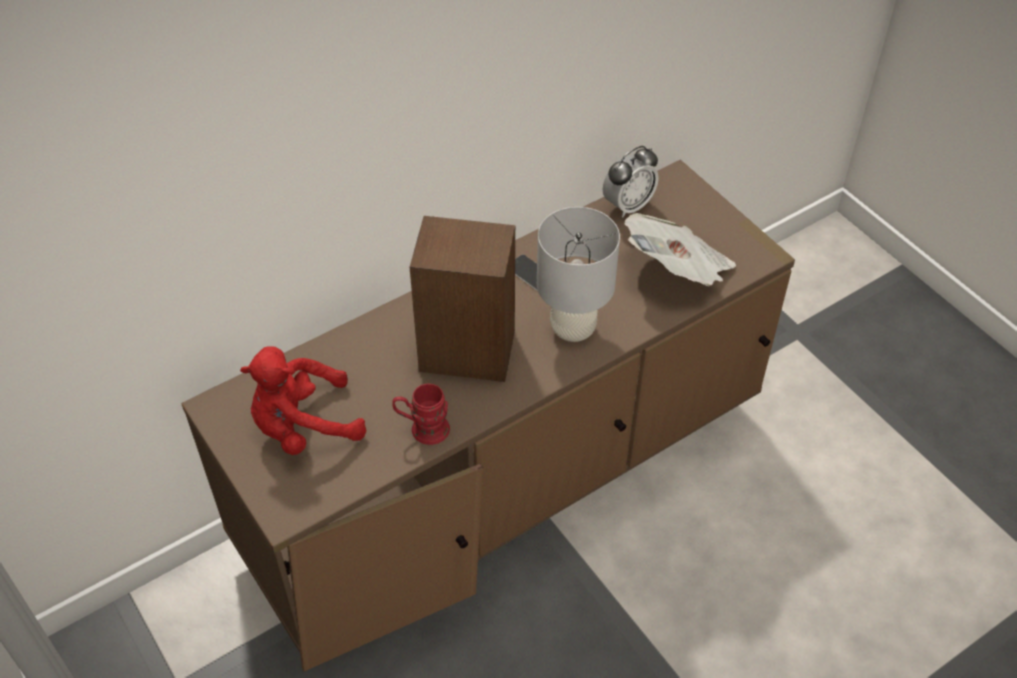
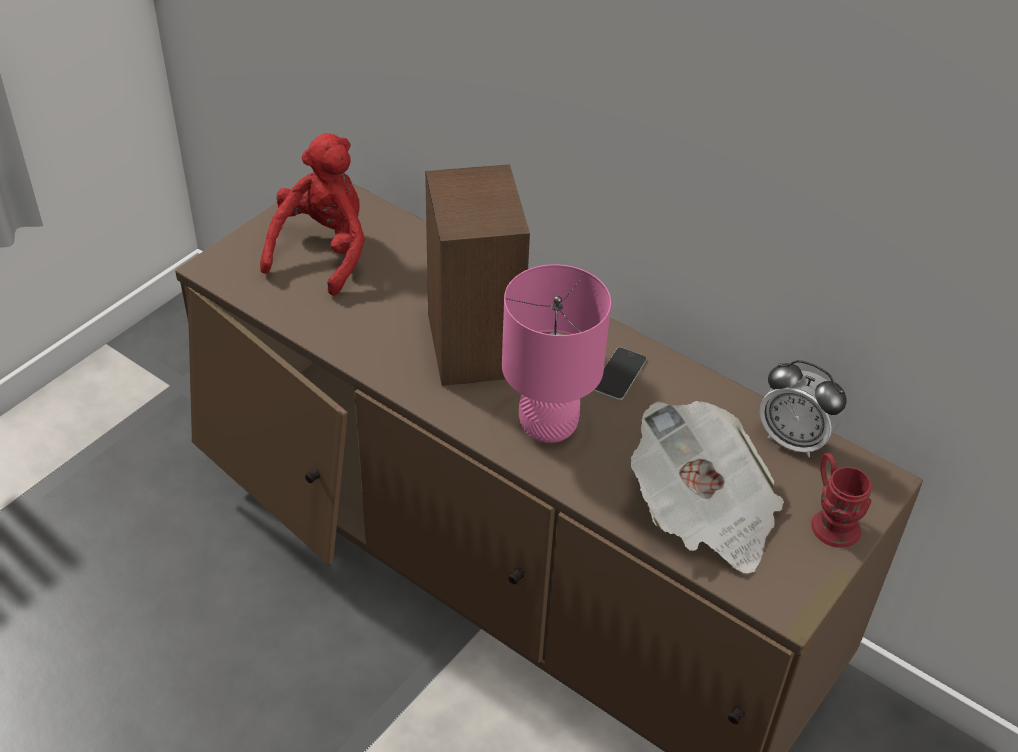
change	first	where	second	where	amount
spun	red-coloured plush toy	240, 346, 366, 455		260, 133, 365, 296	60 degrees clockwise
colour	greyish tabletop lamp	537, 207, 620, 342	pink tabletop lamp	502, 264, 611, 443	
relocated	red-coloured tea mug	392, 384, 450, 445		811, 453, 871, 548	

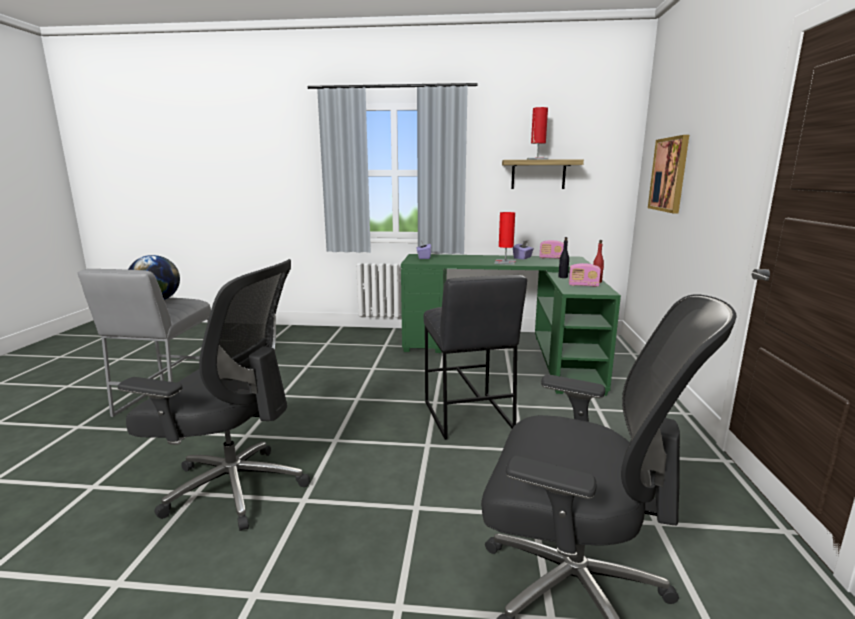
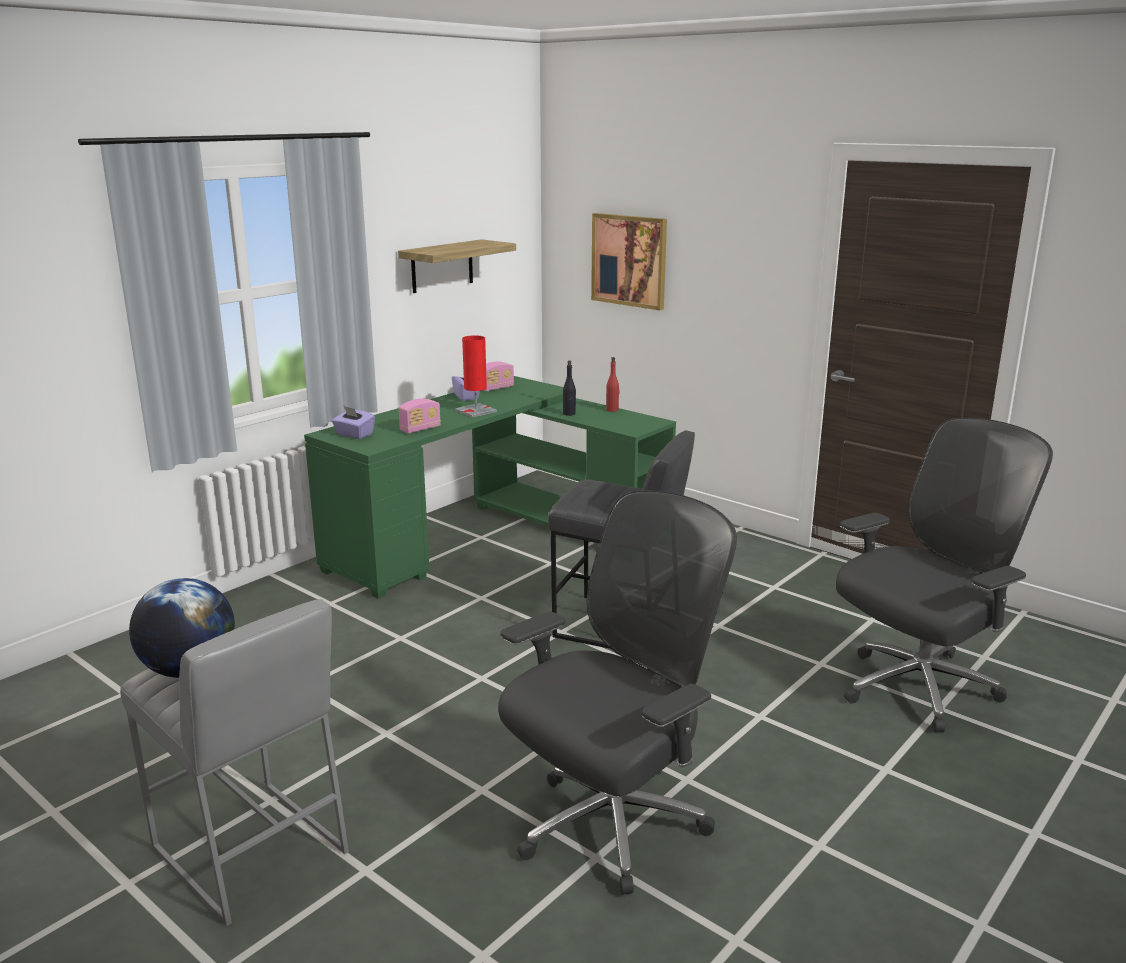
change	first	where	second	where	amount
relocated	radio receiver	569, 263, 601, 287		399, 398, 441, 433	
missing	red-coloured tabletop lamp	527, 107, 549, 160			

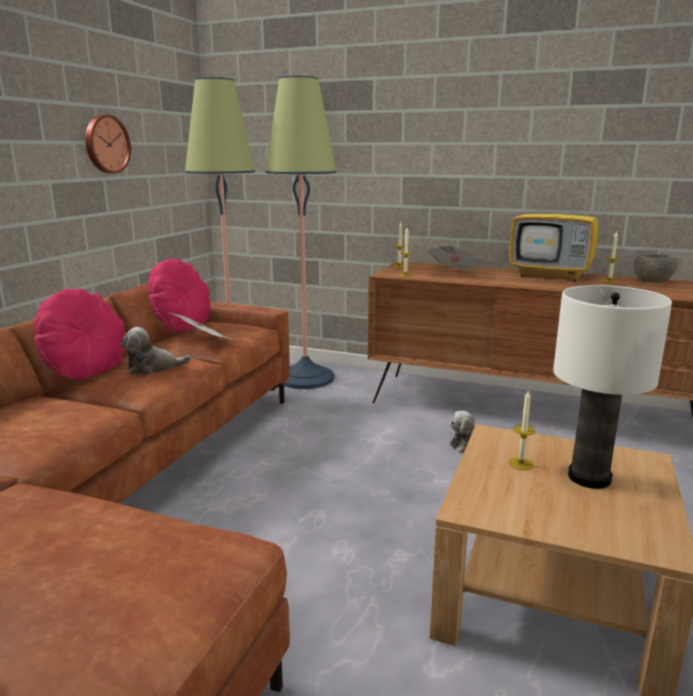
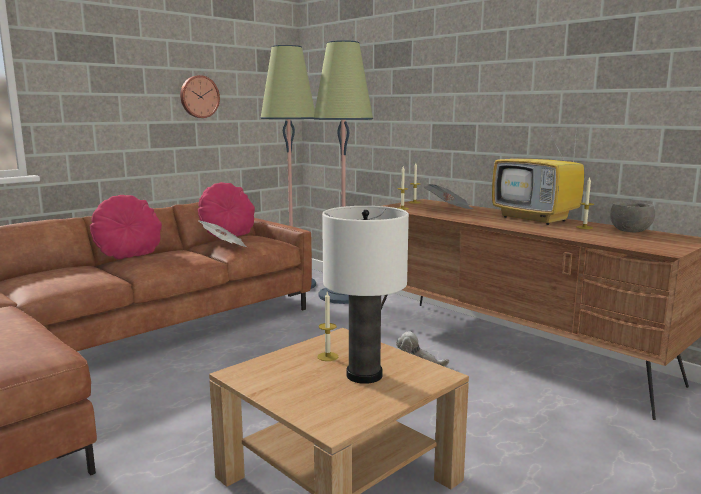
change	first	where	second	where	amount
missing	plush toy	121, 327, 191, 374			

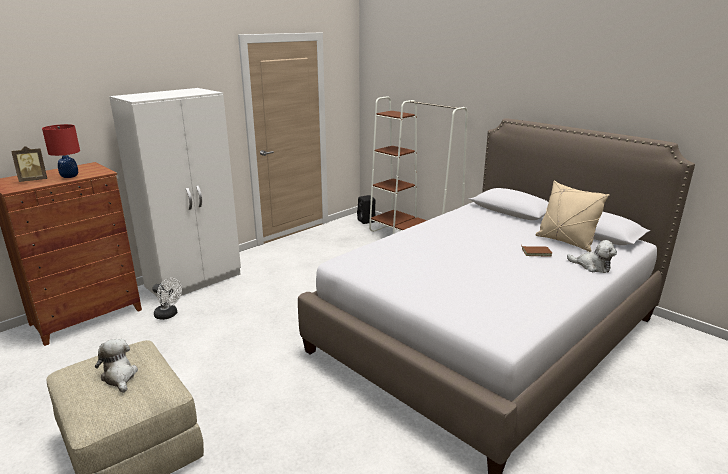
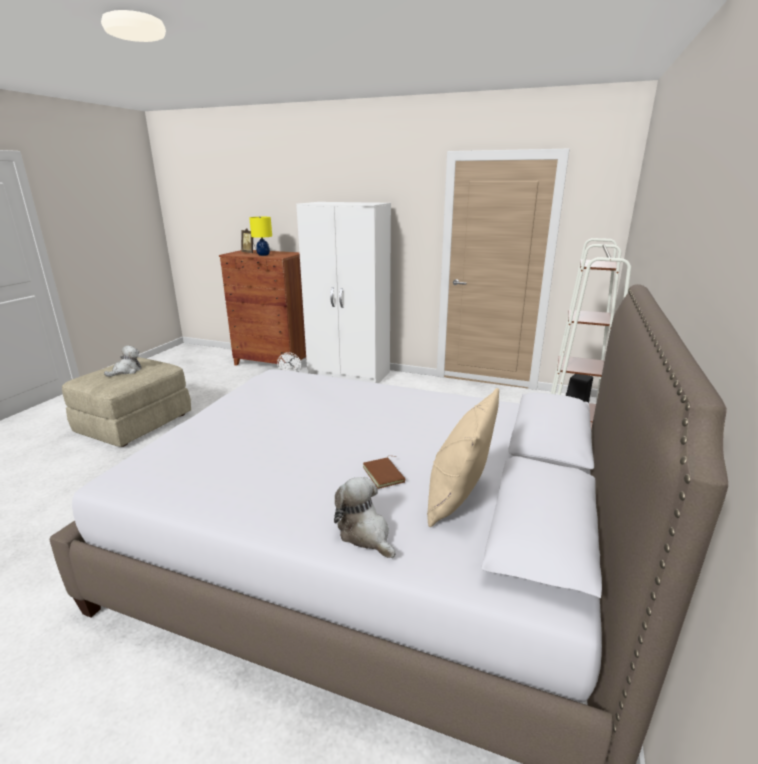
change	first	where	second	where	amount
colour	red-coloured tabletop lamp	42, 124, 80, 178	yellow-coloured tabletop lamp	249, 217, 272, 256	
spun	plush toy	567, 240, 617, 273		334, 477, 396, 559	135 degrees clockwise

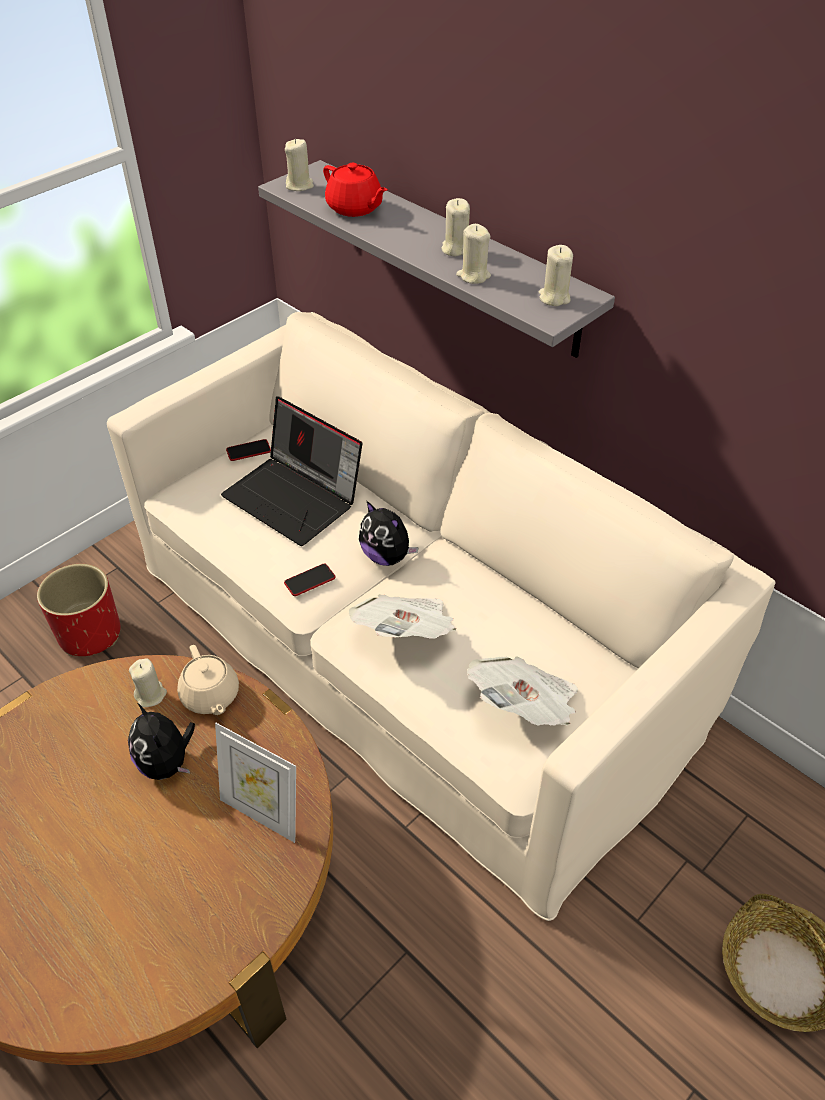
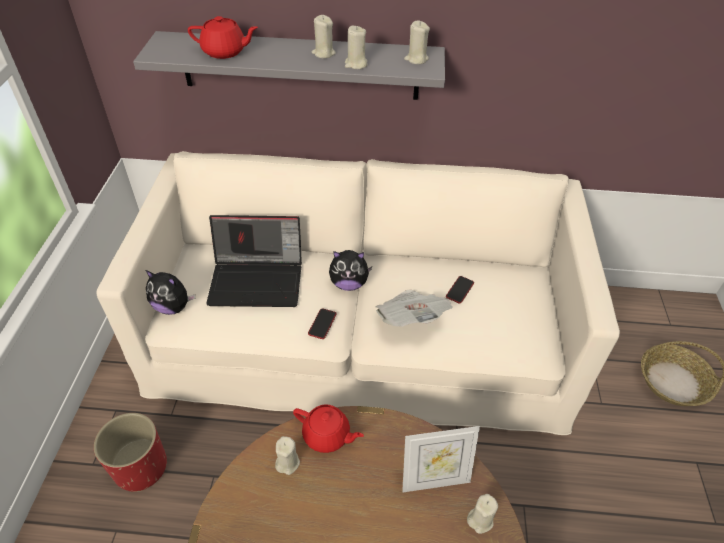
change	first	where	second	where	amount
relocated	plush toy	128, 703, 195, 780		146, 270, 195, 315	
colour	sand-coloured pot for tea	177, 645, 239, 715	red-coloured pot for tea	293, 405, 364, 453	
relocated	phone	226, 439, 271, 461		446, 276, 474, 304	
relocated	sand-coloured wax candle	285, 139, 314, 191		467, 494, 498, 534	
missing	daily paper	467, 657, 578, 726			

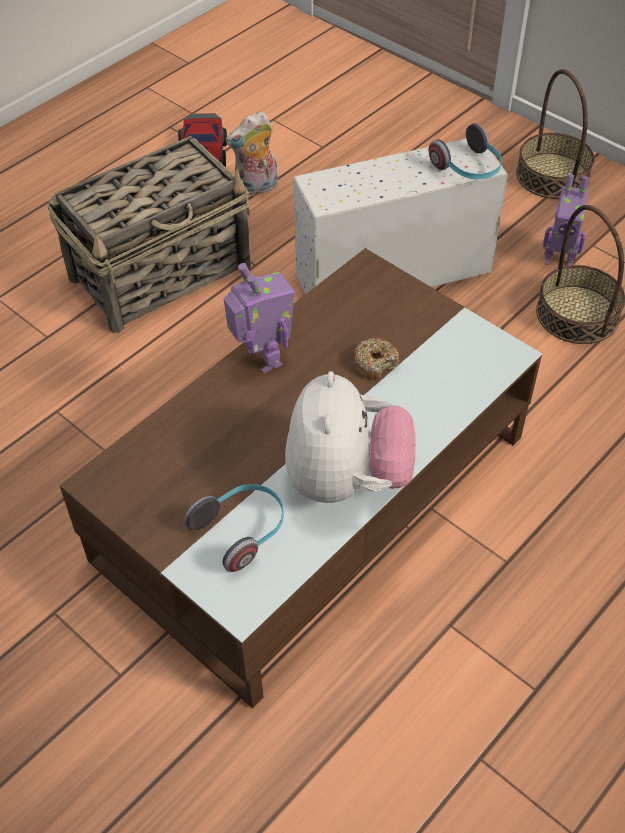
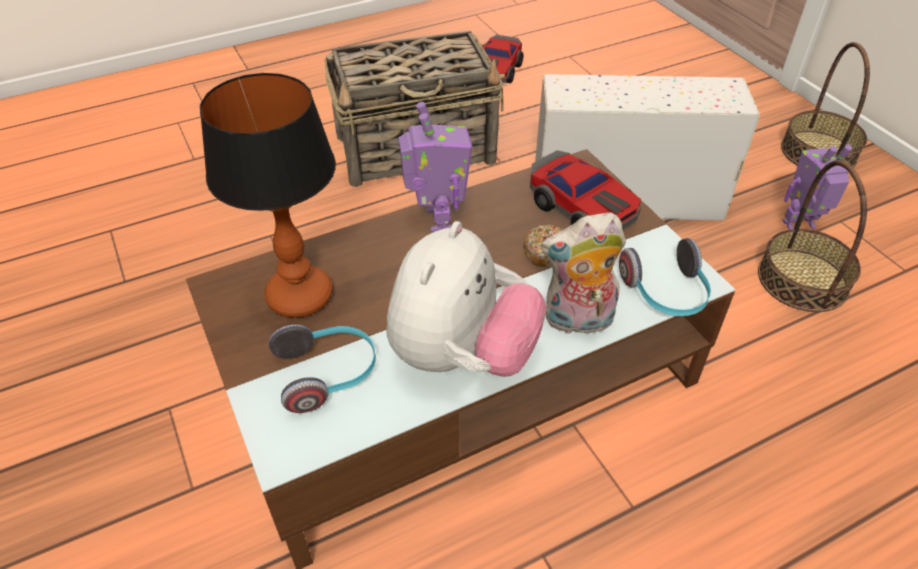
change	first	where	second	where	amount
appeared			tabletop lamp	200, 73, 336, 318	
appeared			toy car	530, 150, 641, 229	
relocated	plush toy	226, 111, 278, 196		541, 212, 626, 338	
relocated	headphones	429, 123, 502, 179		619, 238, 711, 316	
spun	model robot	543, 174, 589, 266		783, 144, 852, 230	135 degrees clockwise

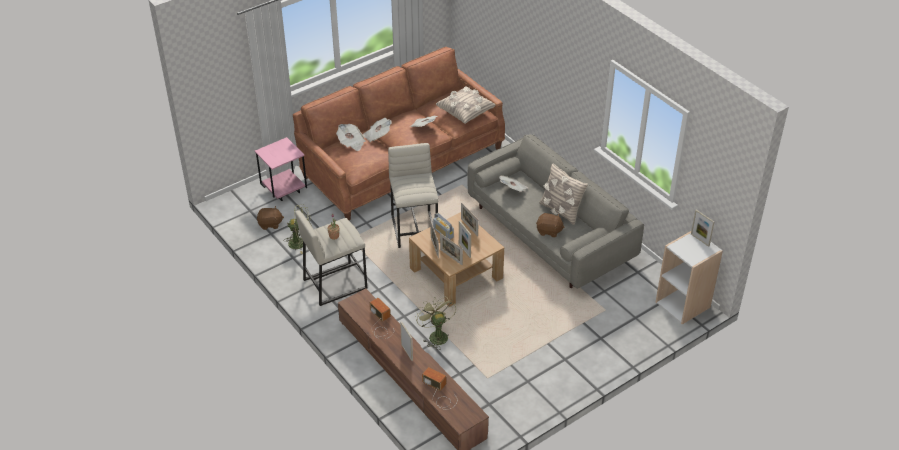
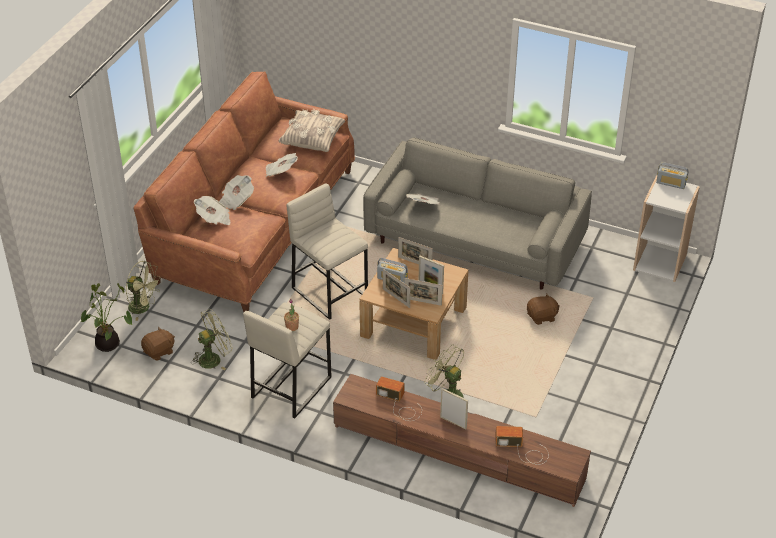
change	first	where	second	where	amount
appeared			plant in a pot	81, 283, 132, 352	
exchanged	pink accent table	255, 137, 307, 201	green-coloured cooling fan	126, 261, 161, 321	
relocated	brownish plush toy	536, 213, 565, 238		527, 294, 560, 325	
exchanged	standing frame	691, 209, 714, 247	radio receiver	656, 162, 689, 189	
missing	sand-coloured cushion	539, 164, 588, 225			

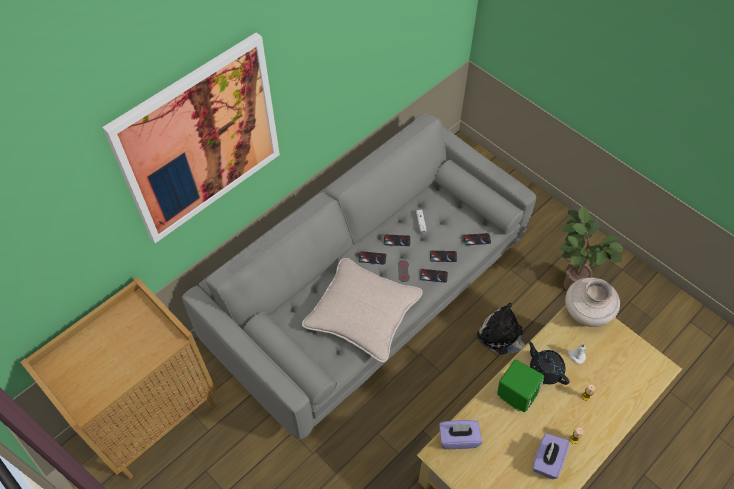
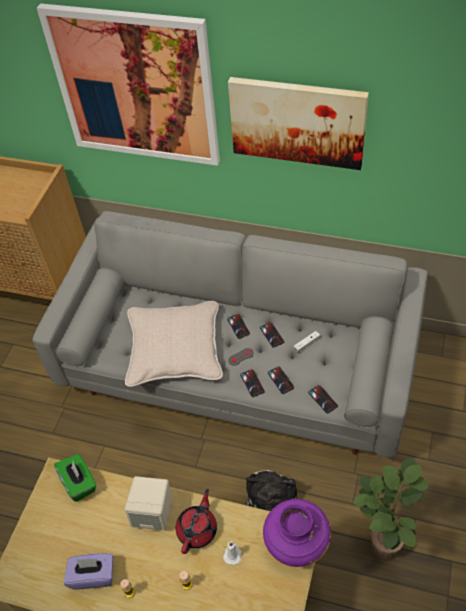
change	first	where	second	where	amount
colour	purple-coloured tissue holder	439, 420, 482, 449	green-coloured tissue holder	54, 454, 96, 502	
colour	green-coloured loudspeaker	497, 360, 544, 412	sand-coloured loudspeaker	125, 476, 172, 531	
colour	black pot for tea	528, 341, 570, 385	red-coloured pot for tea	176, 489, 217, 554	
appeared			wall art	228, 77, 369, 170	
colour	sand-coloured flower vase	565, 278, 620, 327	purple-coloured flower vase	263, 499, 331, 567	

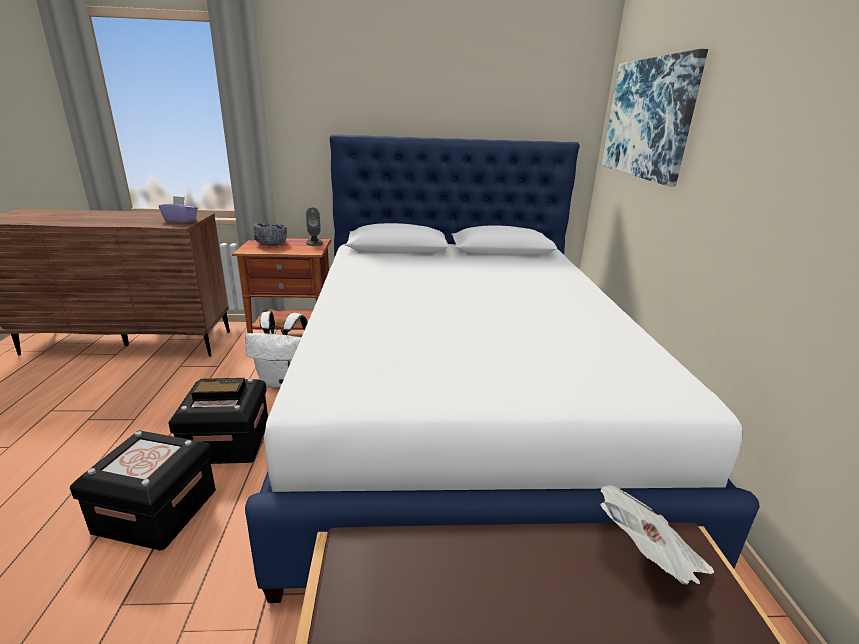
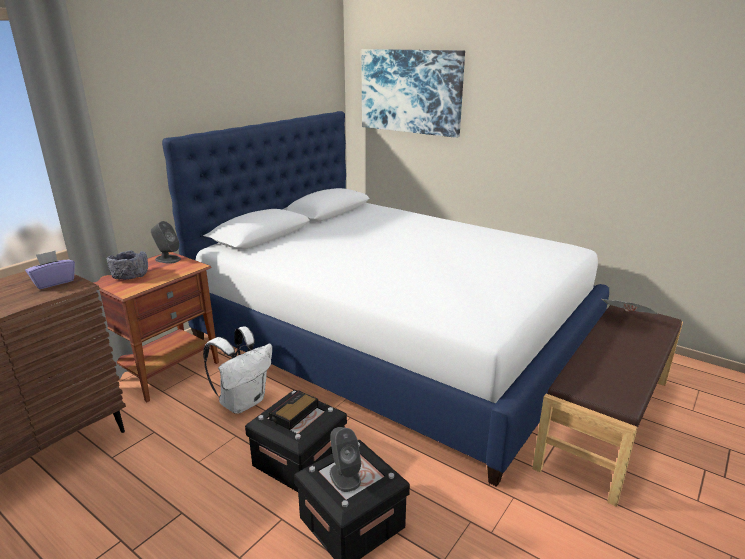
change	first	where	second	where	amount
appeared			greyish loudspeaker	330, 427, 361, 492	

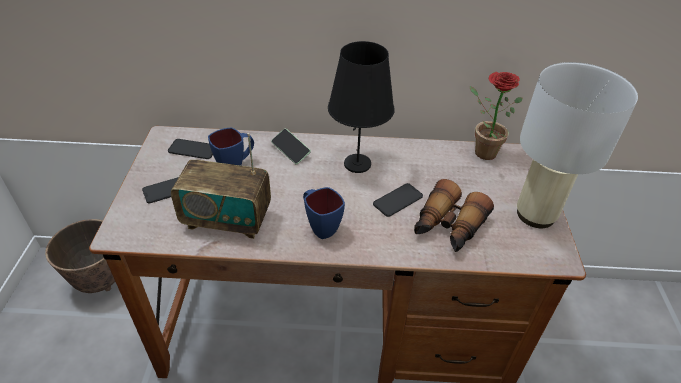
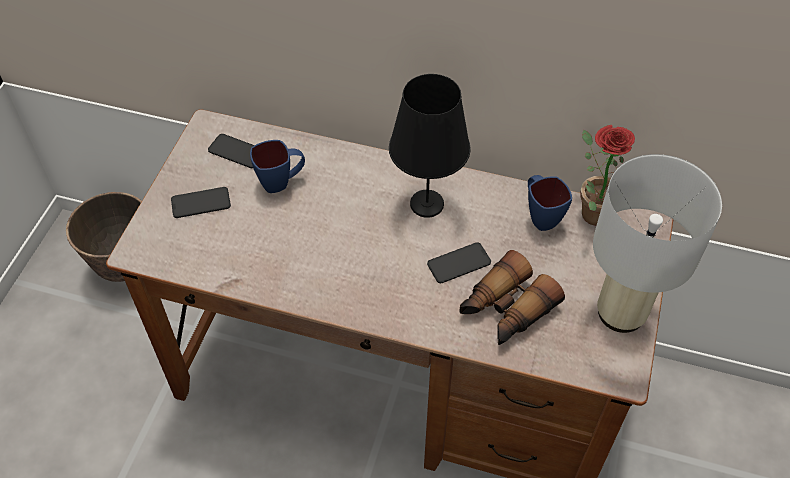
change	first	where	second	where	amount
relocated	blue tea mug	303, 187, 345, 239		528, 175, 572, 231	
missing	radio receiver	171, 133, 271, 239			
missing	phone	271, 129, 311, 164			

